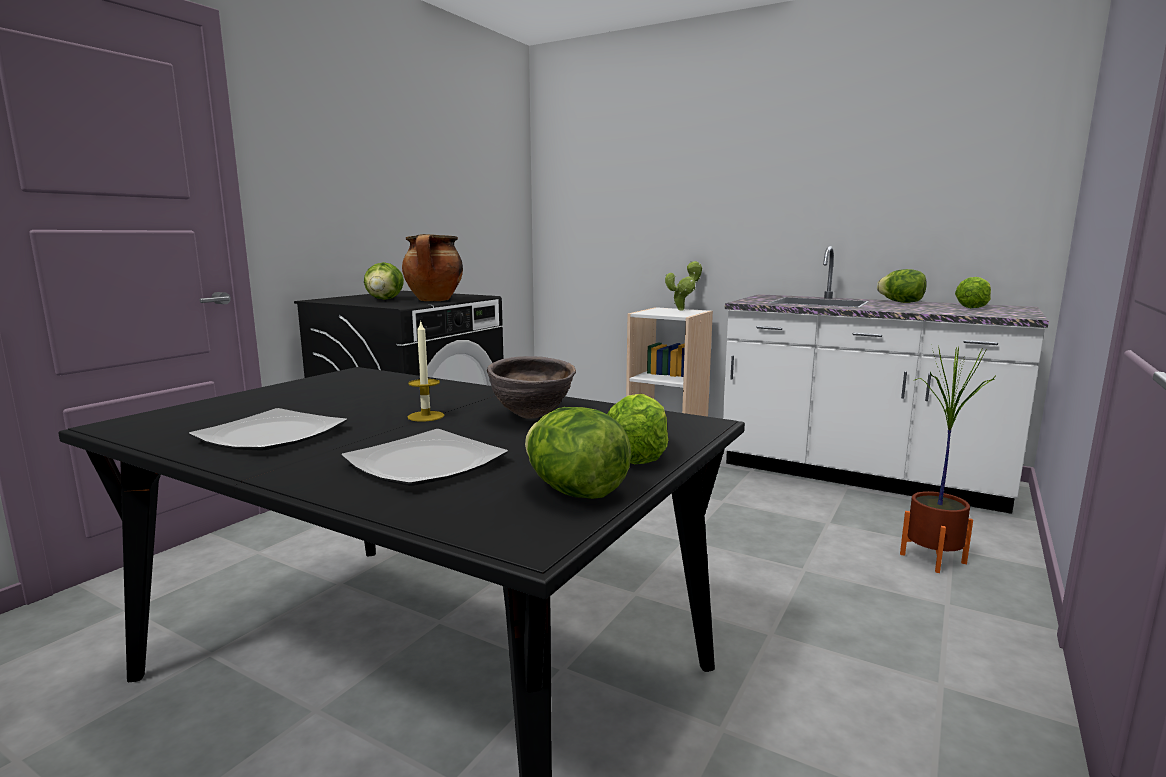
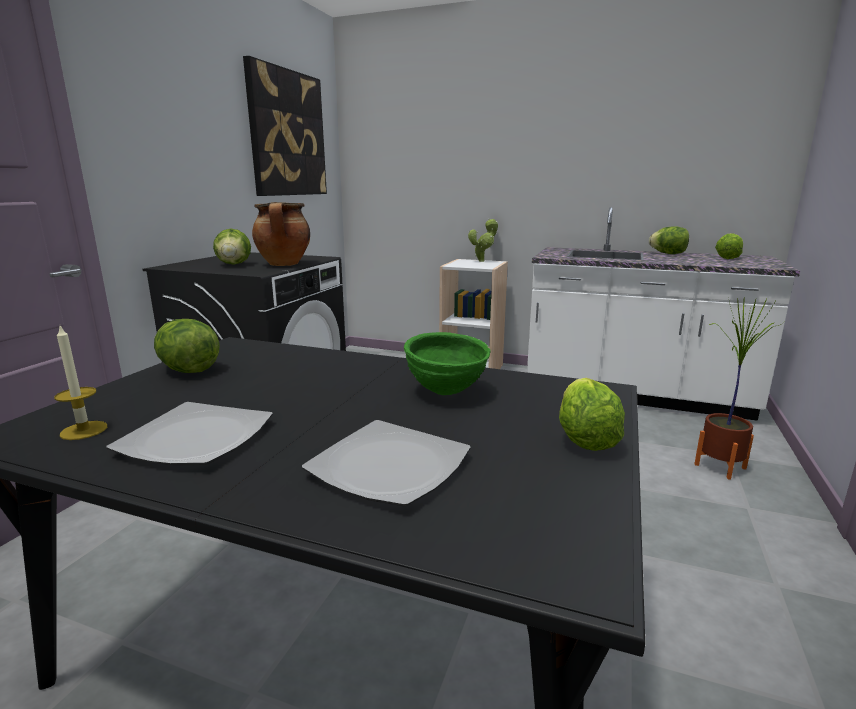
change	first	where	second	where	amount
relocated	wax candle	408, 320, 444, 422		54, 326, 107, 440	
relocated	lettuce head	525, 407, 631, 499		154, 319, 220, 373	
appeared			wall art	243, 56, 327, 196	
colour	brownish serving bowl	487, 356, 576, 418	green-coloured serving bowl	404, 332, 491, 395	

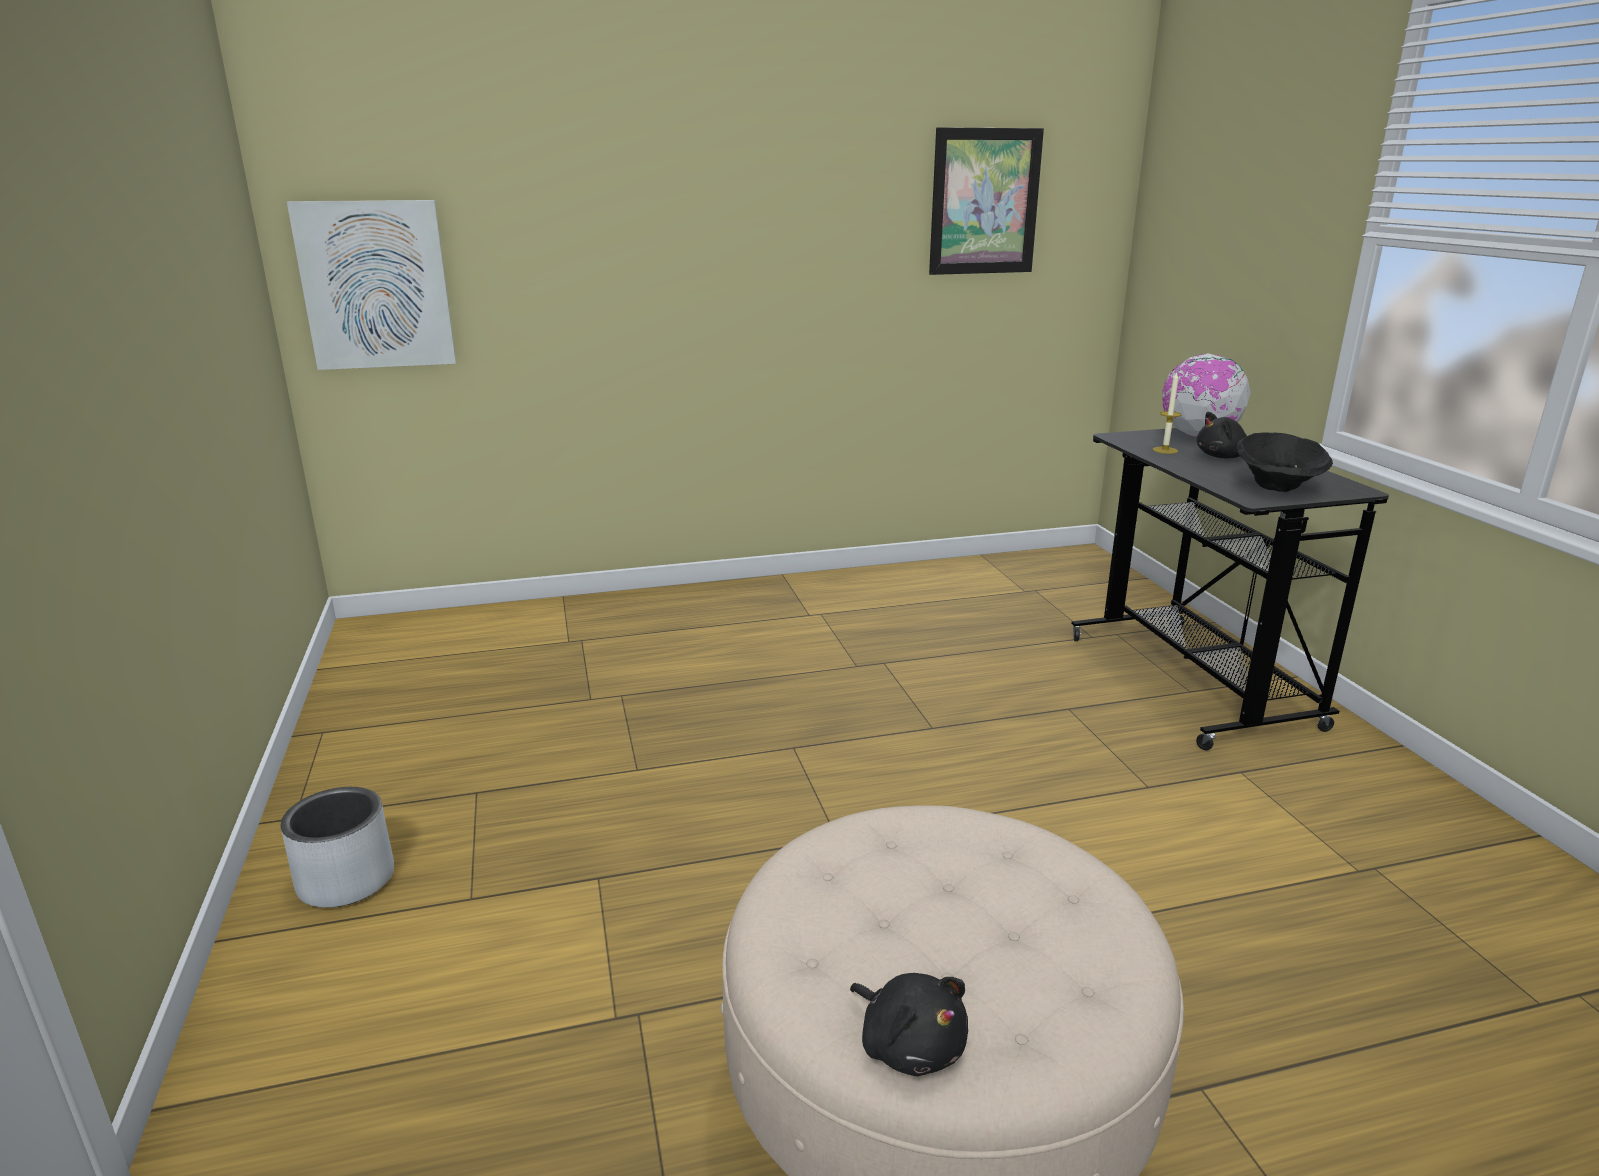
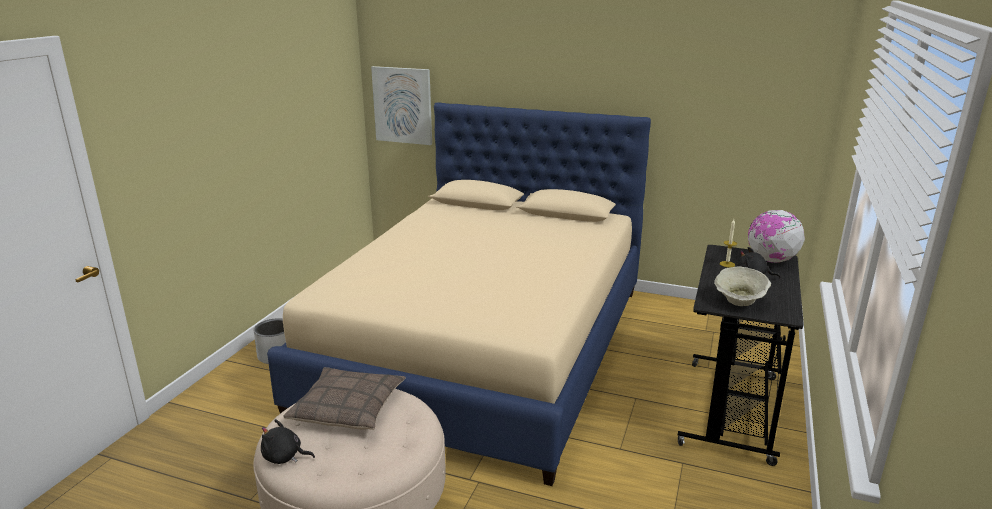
change	first	where	second	where	amount
spun	black plush toy	850, 973, 968, 1076		261, 419, 315, 464	105 degrees clockwise
appeared			sand-coloured sleeping bed	267, 102, 651, 486	
appeared			cushion	284, 367, 406, 430	
colour	black serving bowl	1237, 432, 1333, 492	sand-coloured serving bowl	714, 266, 771, 306	
missing	wall art	929, 127, 1044, 275			

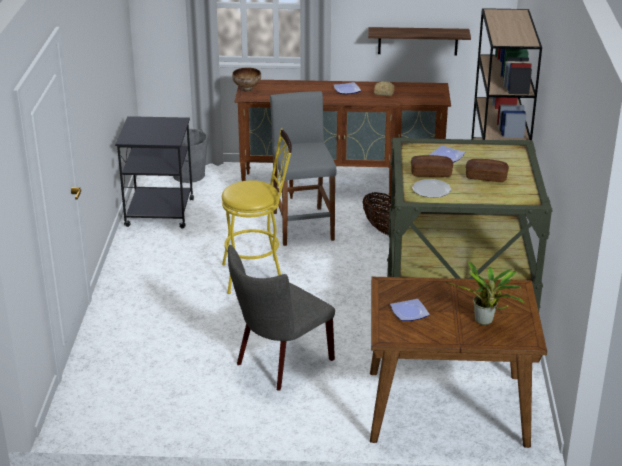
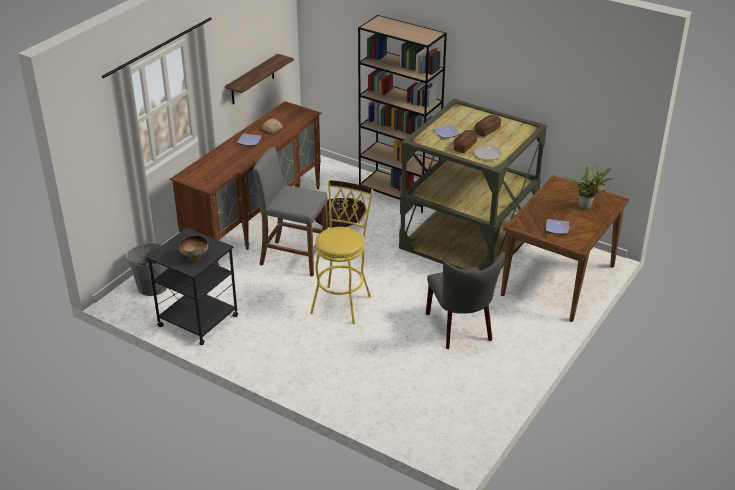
change	first	where	second	where	amount
relocated	serving bowl	232, 68, 261, 92		179, 235, 208, 261	

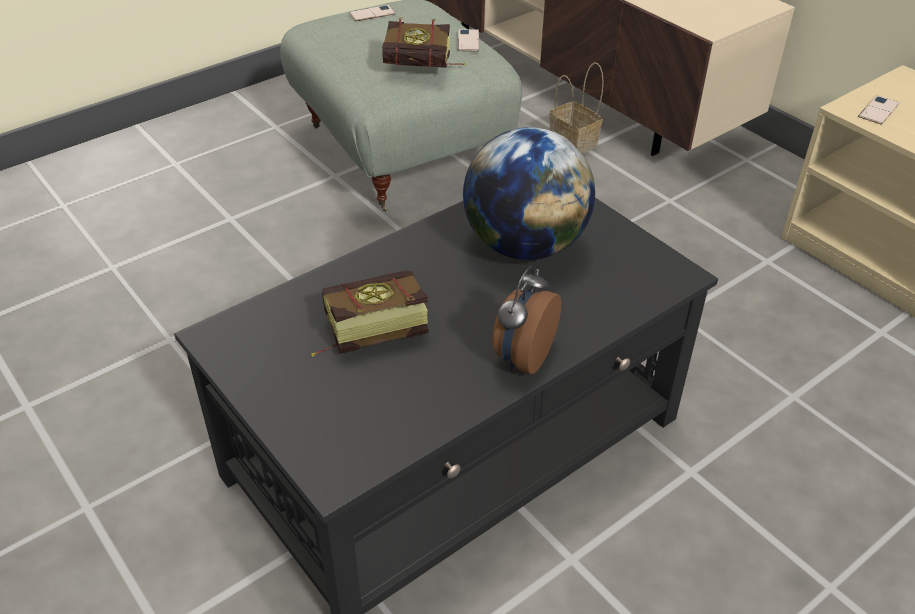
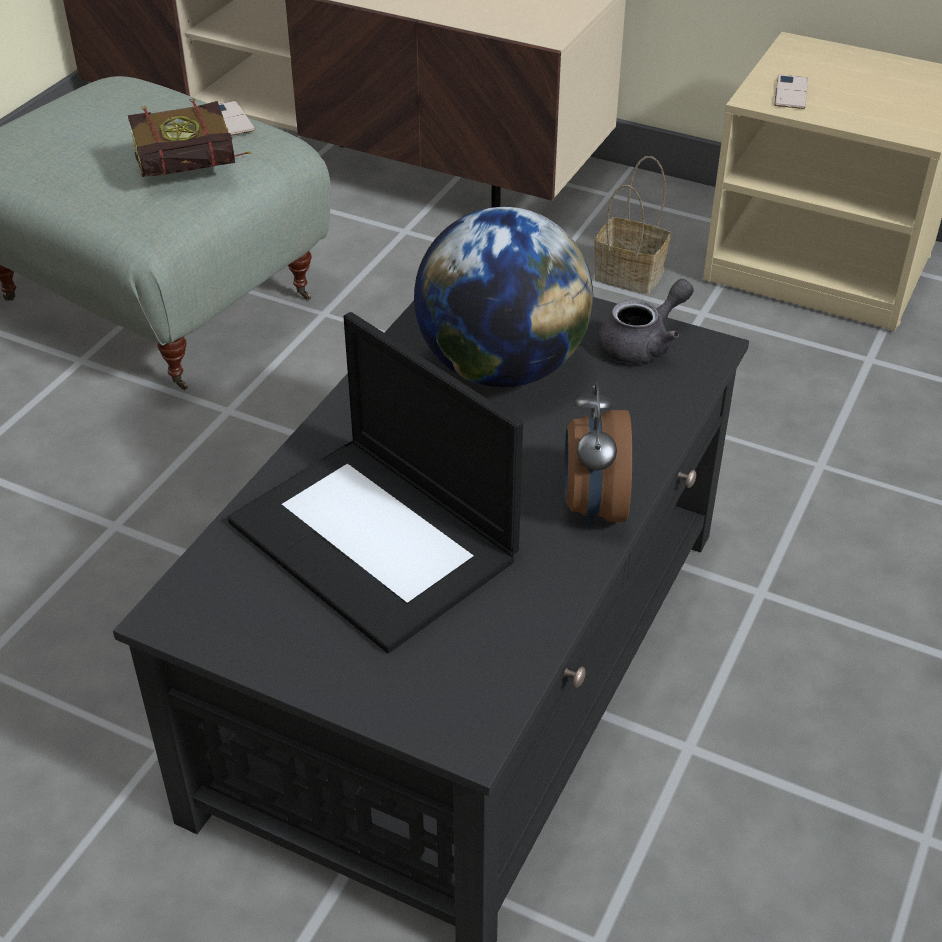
change	first	where	second	where	amount
exchanged	volume	311, 270, 429, 357	notebook computer	227, 312, 523, 653	
relocated	basket	549, 62, 604, 154		594, 156, 671, 294	
appeared			greyish pot for tea	598, 279, 694, 364	
missing	phone	349, 5, 396, 21			

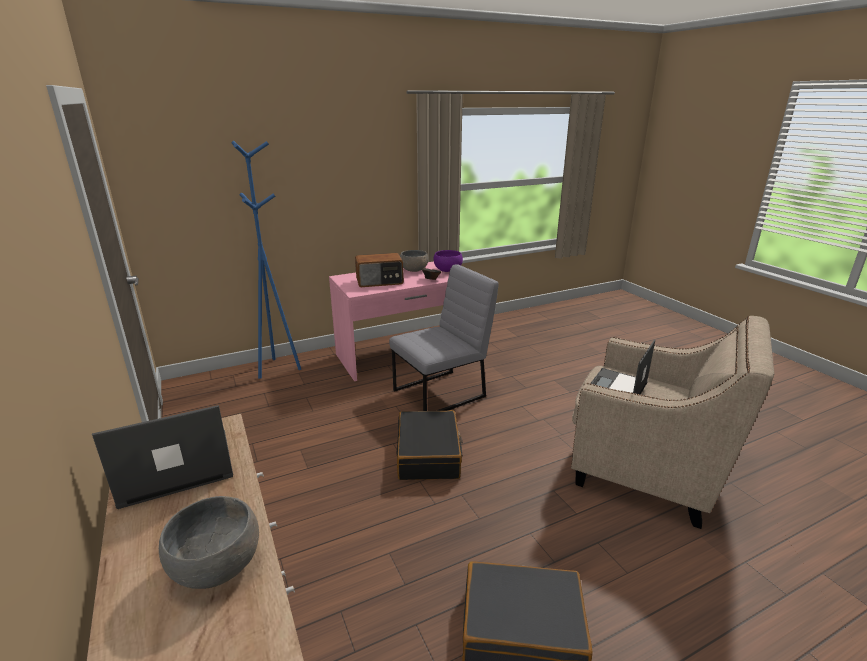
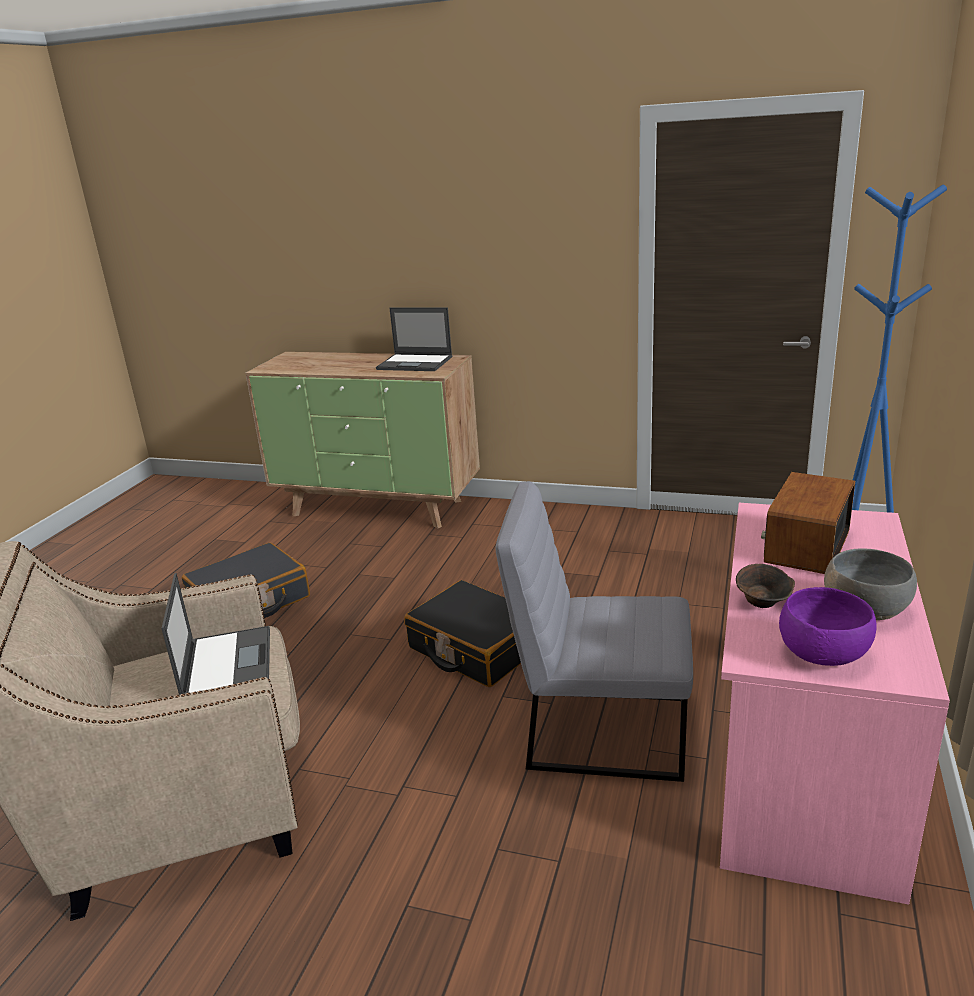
change	first	where	second	where	amount
spun	notebook computer	92, 405, 233, 509		376, 308, 452, 371	90 degrees clockwise
spun	greyish chair	389, 264, 499, 411		495, 481, 693, 782	90 degrees clockwise
missing	greyish serving bowl	159, 496, 259, 589			

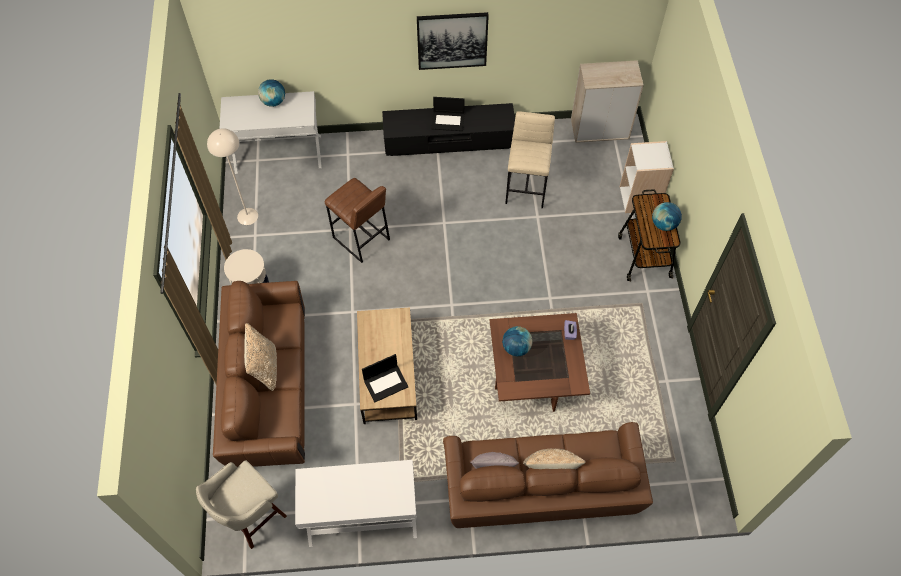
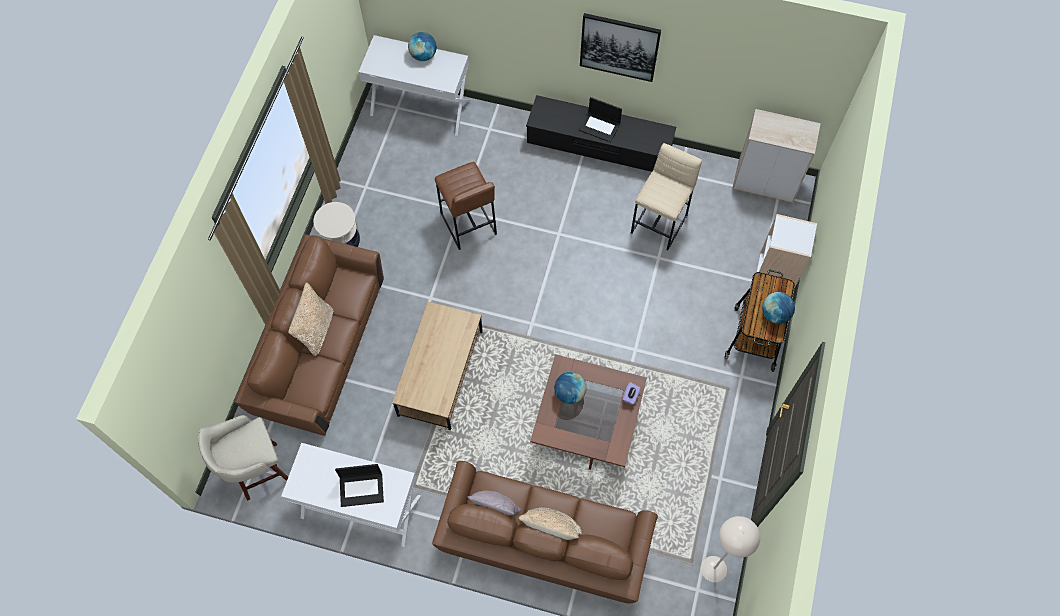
change	first	where	second	where	amount
relocated	notebook computer	362, 354, 408, 402		335, 464, 384, 507	
relocated	sand-coloured standing lamp	207, 128, 258, 225		701, 516, 760, 582	

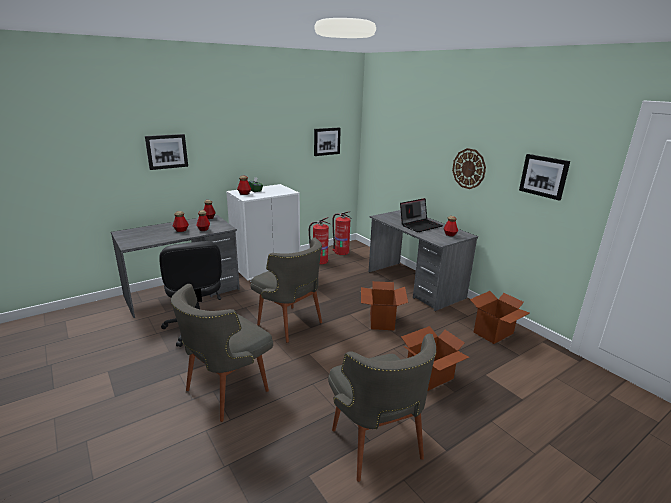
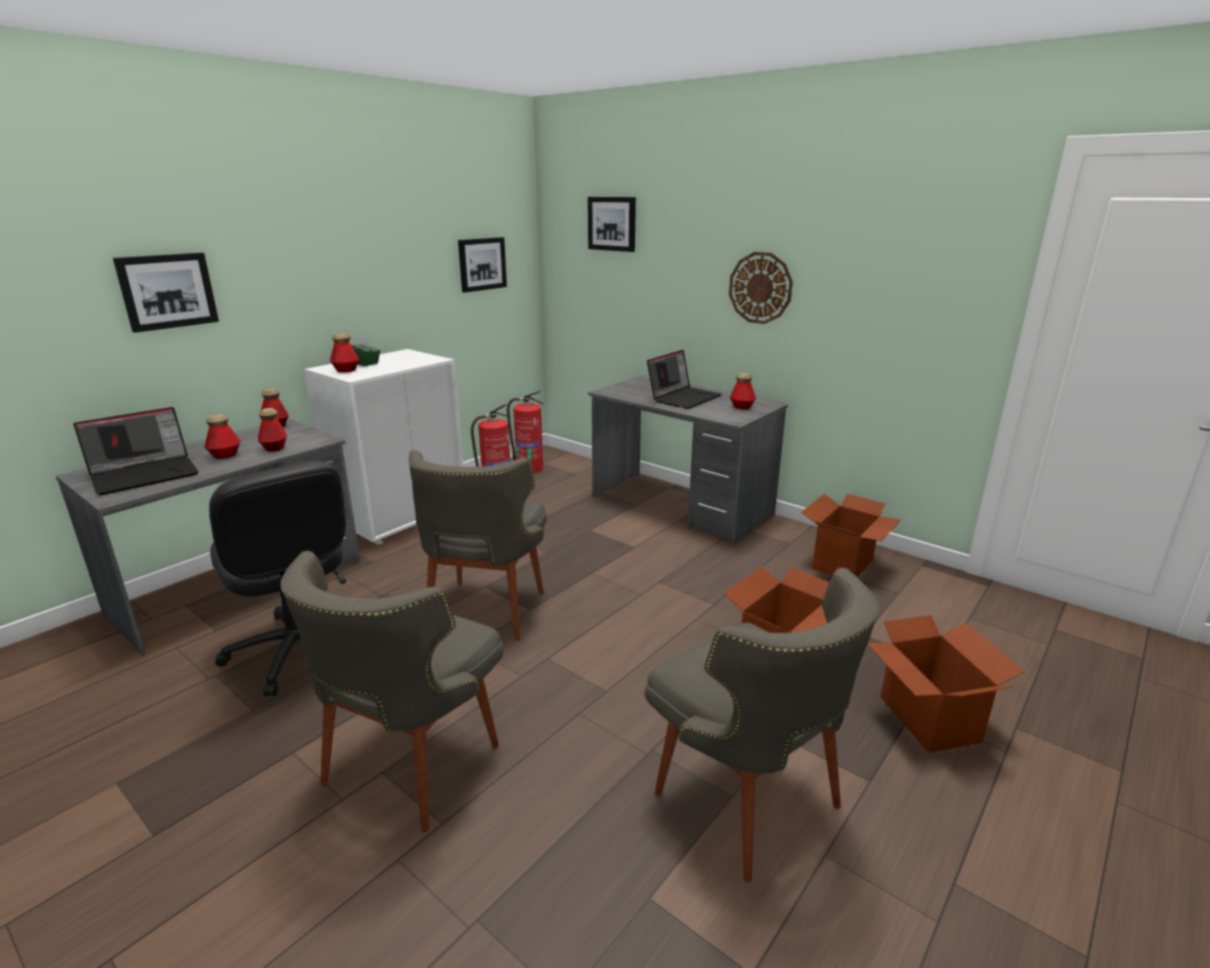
change	first	where	second	where	amount
appeared			notebook computer	73, 407, 199, 495	
spun	greyish chair	250, 238, 322, 343		409, 450, 547, 640	75 degrees clockwise
relocated	wall art	519, 154, 570, 200		588, 197, 636, 252	
relocated	cardboard box	361, 281, 408, 331		867, 615, 1025, 753	

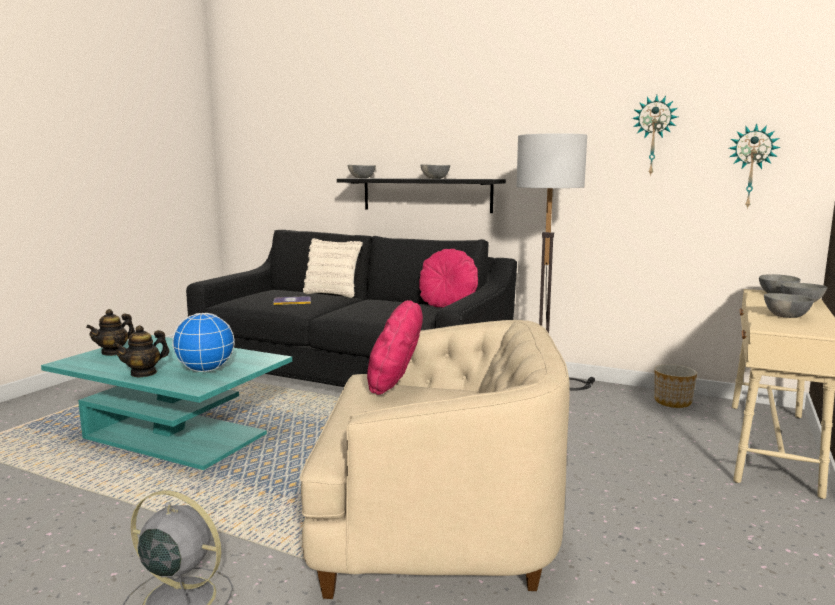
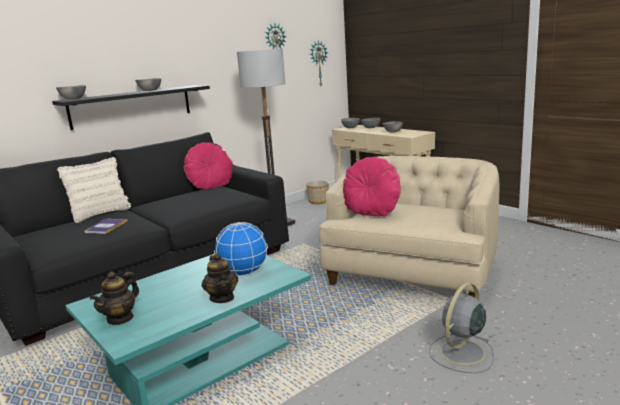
change	first	where	second	where	amount
spun	pot for tea	86, 309, 135, 356		90, 271, 139, 325	60 degrees clockwise

